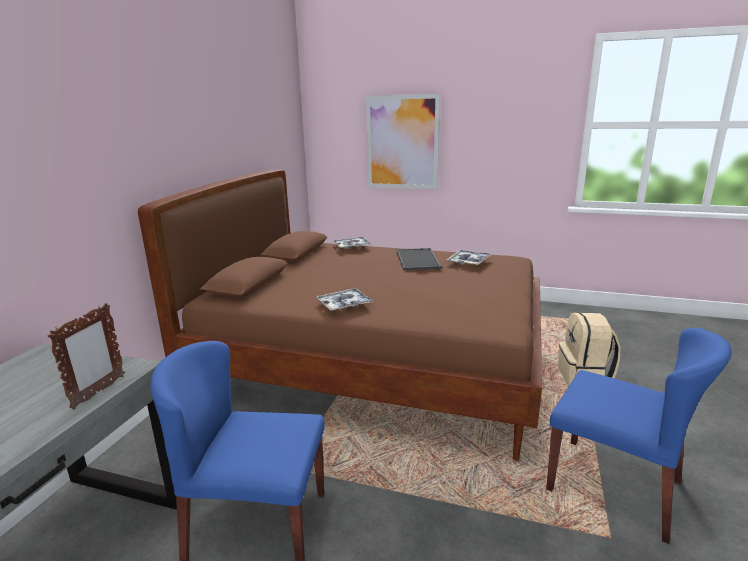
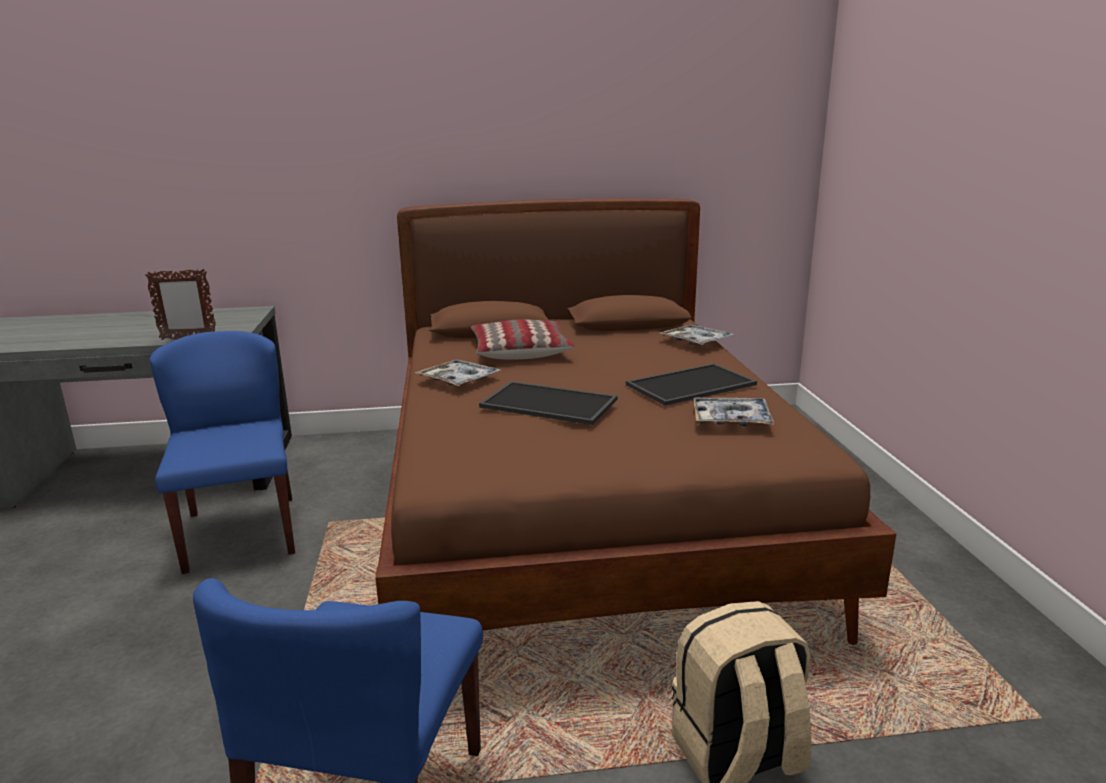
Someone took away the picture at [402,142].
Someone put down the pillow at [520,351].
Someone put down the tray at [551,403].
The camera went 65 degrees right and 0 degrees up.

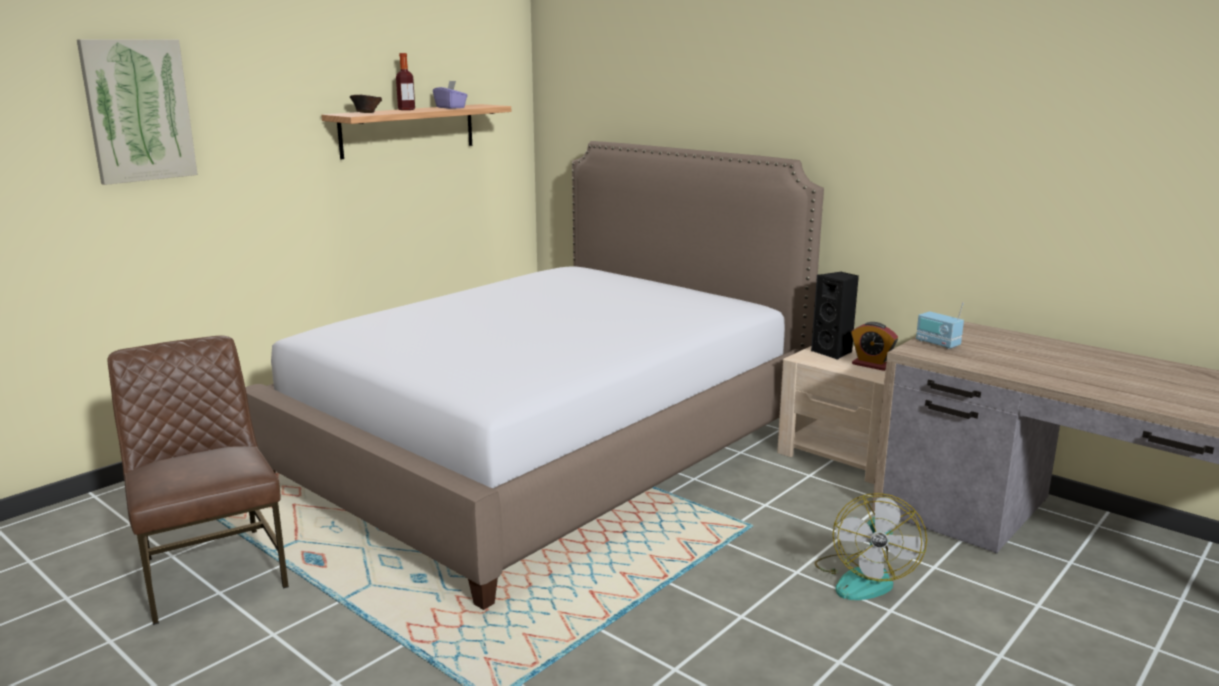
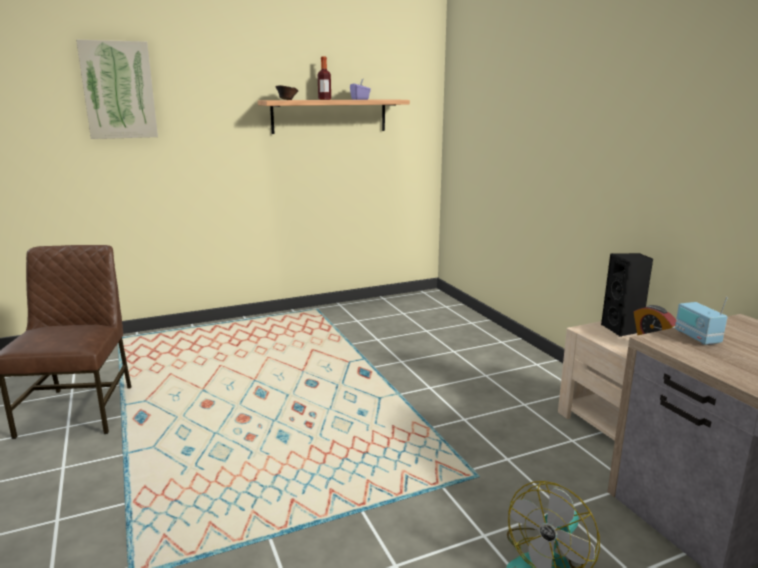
Someone took away the bed at [548,451].
The camera went 25 degrees right and 0 degrees up.

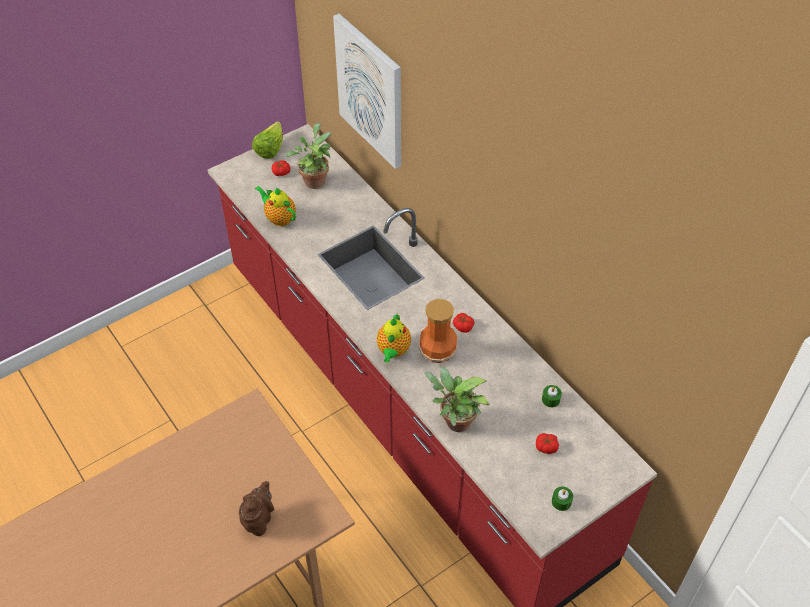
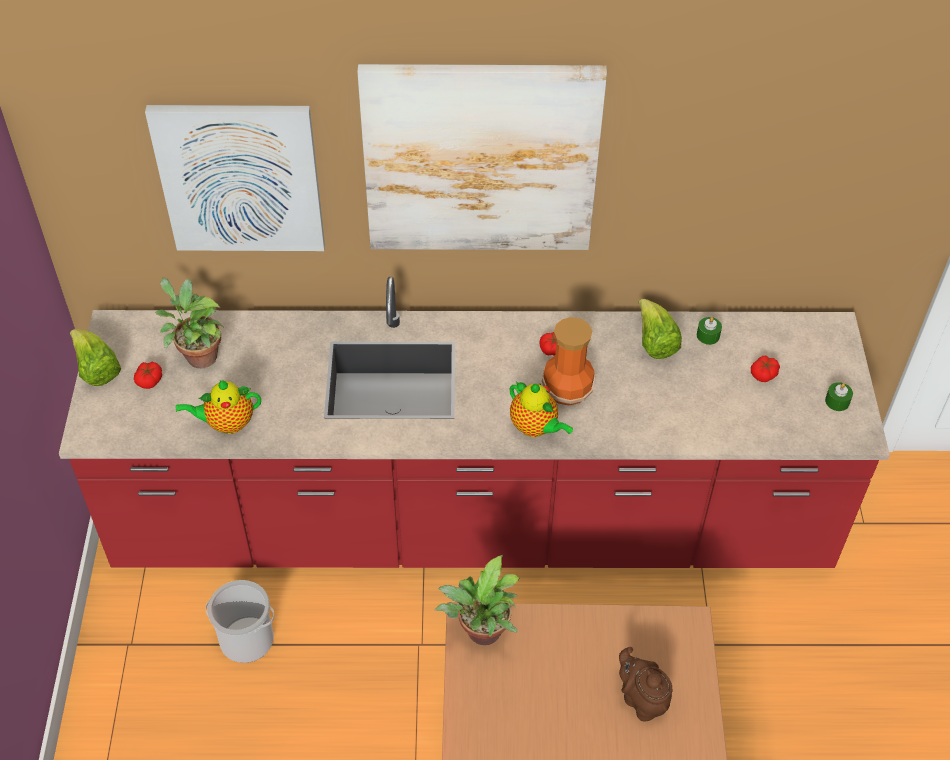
Someone carried the potted plant from [454,422] to [481,634].
Someone put down the bucket at [246,639].
Someone put up the picture at [480,159].
Someone put down the lettuce at [654,342].
The camera went 55 degrees left and 0 degrees up.

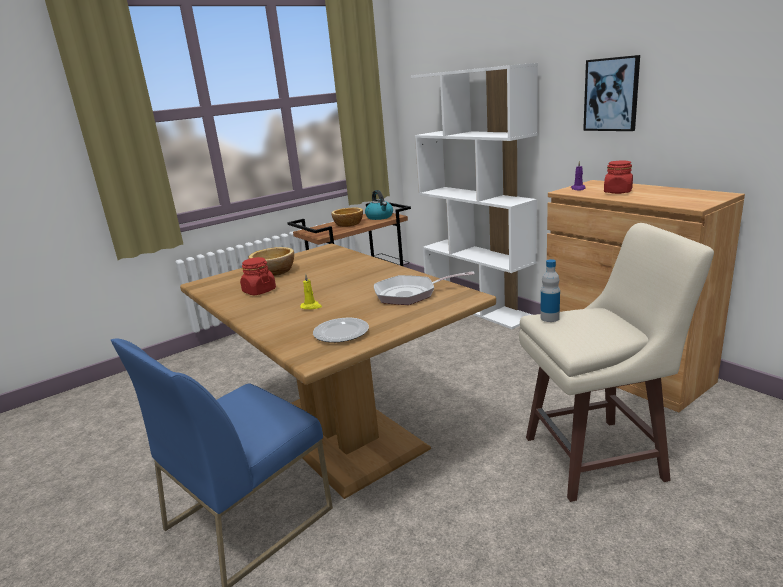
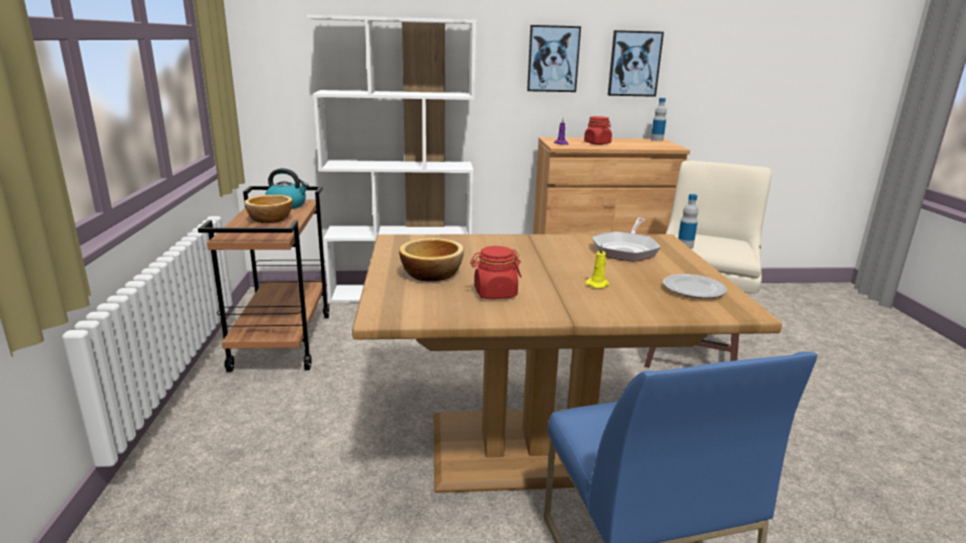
Someone put up the picture at [634,63].
Someone put down the bottle at [657,140].
The camera went 60 degrees left and 0 degrees up.

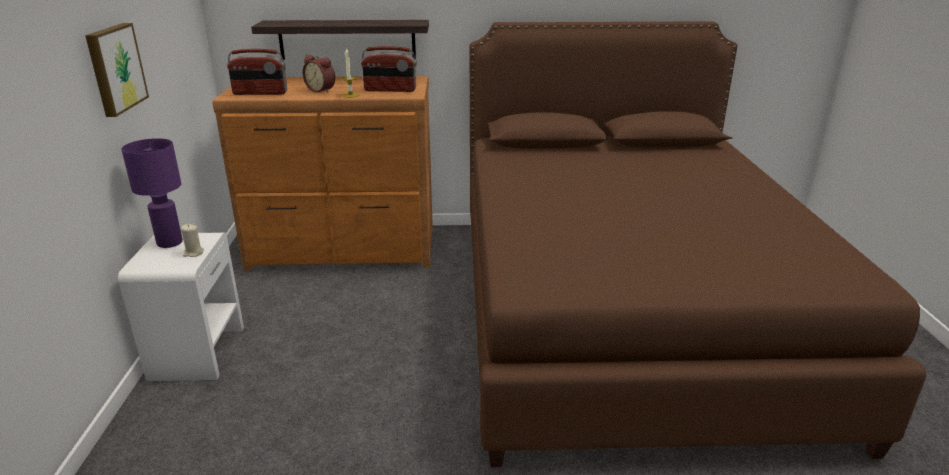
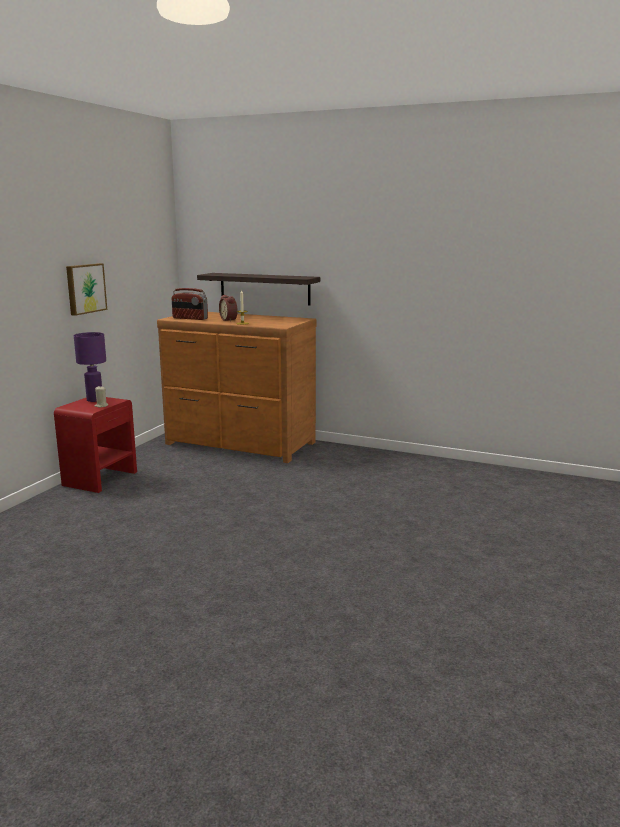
Someone repainted the nightstand/white at [198,351], which became the nightstand/red at [100,478].
Someone took away the radio at [390,90].
Someone took away the bed/brown at [623,312].
The camera went 25 degrees right and 10 degrees down.

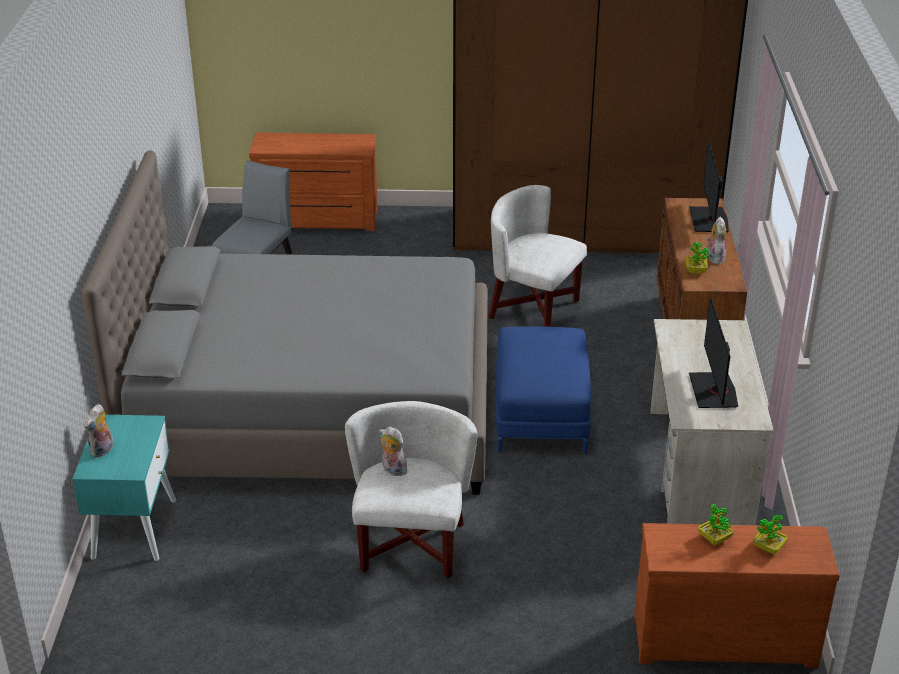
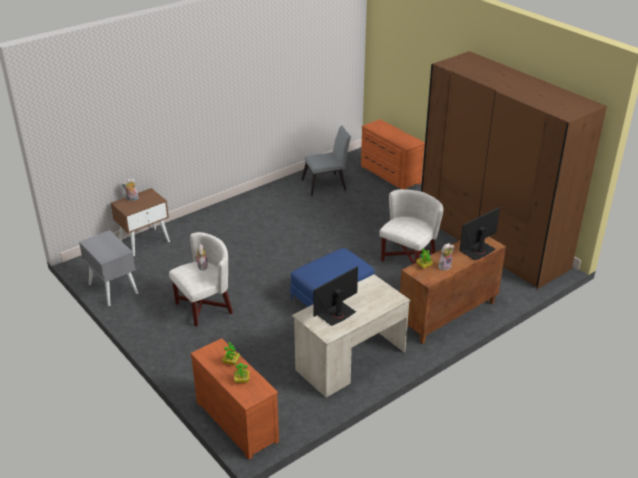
Someone repainted the nightstand/turquoise at [134,528], which became the nightstand/brown at [144,241].
Someone took away the bed/grey at [312,408].
Someone rotated the armchair/white at [533,308] by 45 degrees clockwise.
Someone put down the nightstand/grey at [113,288].
The camera went 50 degrees right and 0 degrees up.

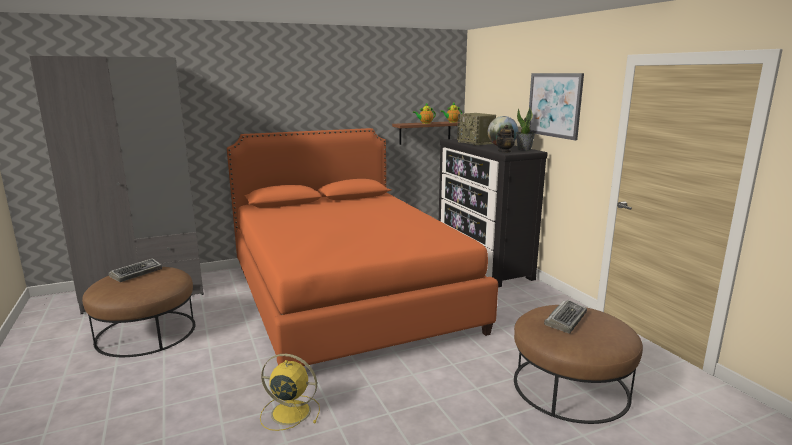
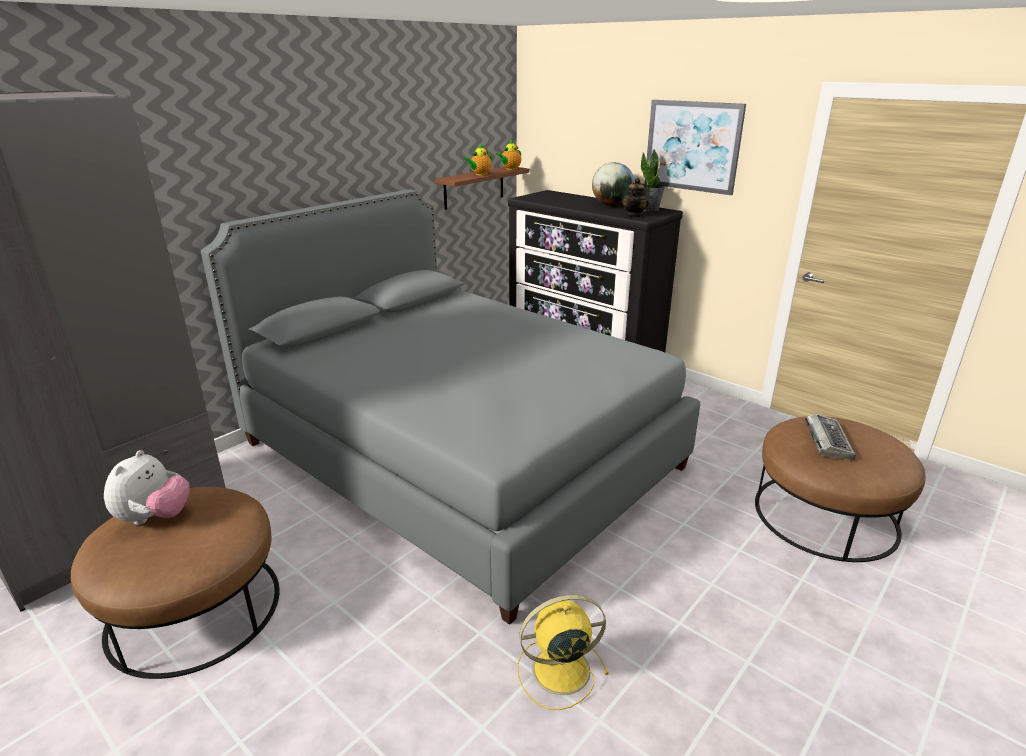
Someone swapped the keyboard at [137,273] for the plush toy at [155,517].
Someone repainted the bed/orange at [347,296], which became the bed/grey at [459,455].
Someone took away the radio at [476,143].
The camera went 25 degrees left and 10 degrees up.

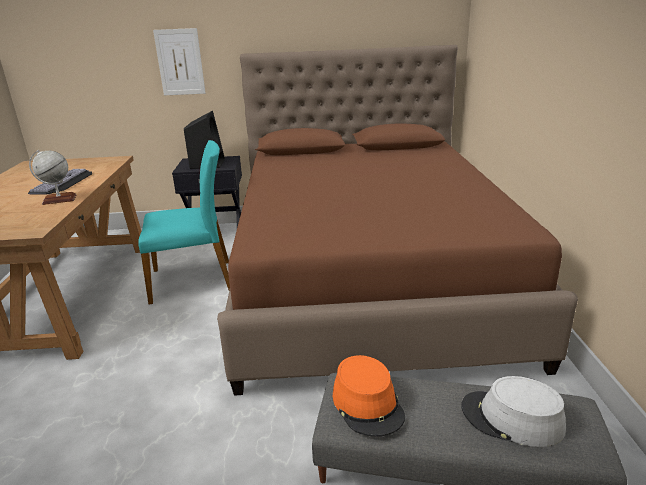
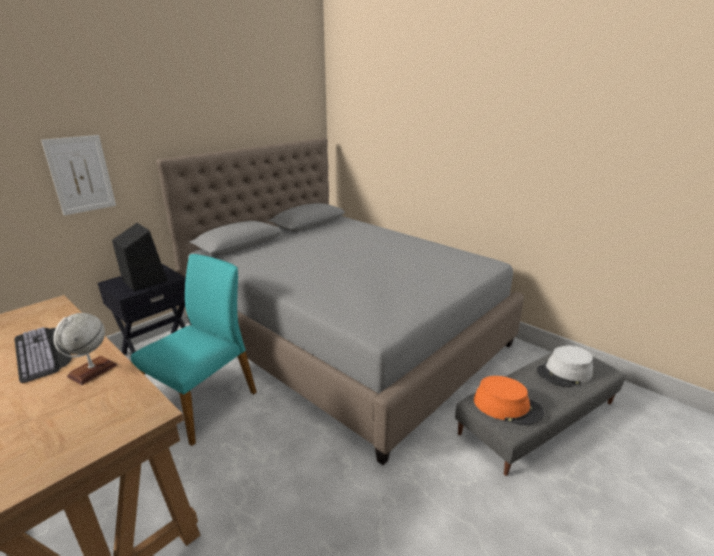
Someone repainted the bed/brown at [368,278], which became the bed/grey at [345,335].
The camera went 45 degrees left and 0 degrees up.

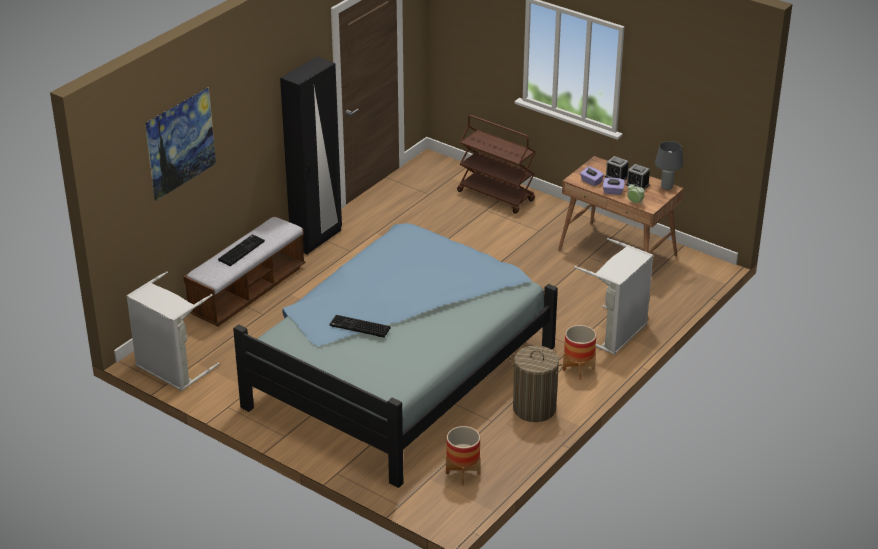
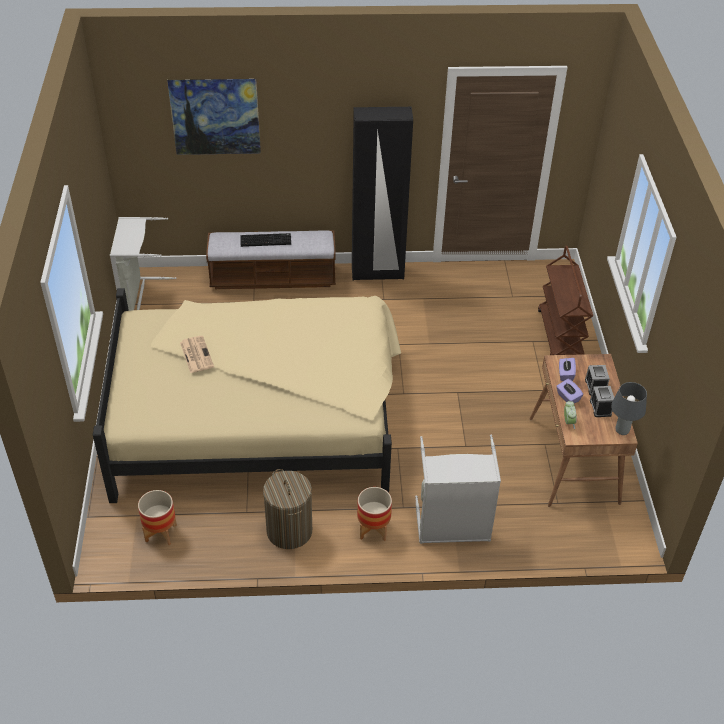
Someone repainted the bed/blue at [398,369], which became the bed/beige at [260,415].
Someone swapped the keyboard at [359,327] for the newspaper at [196,354].
The camera went 50 degrees right and 10 degrees up.

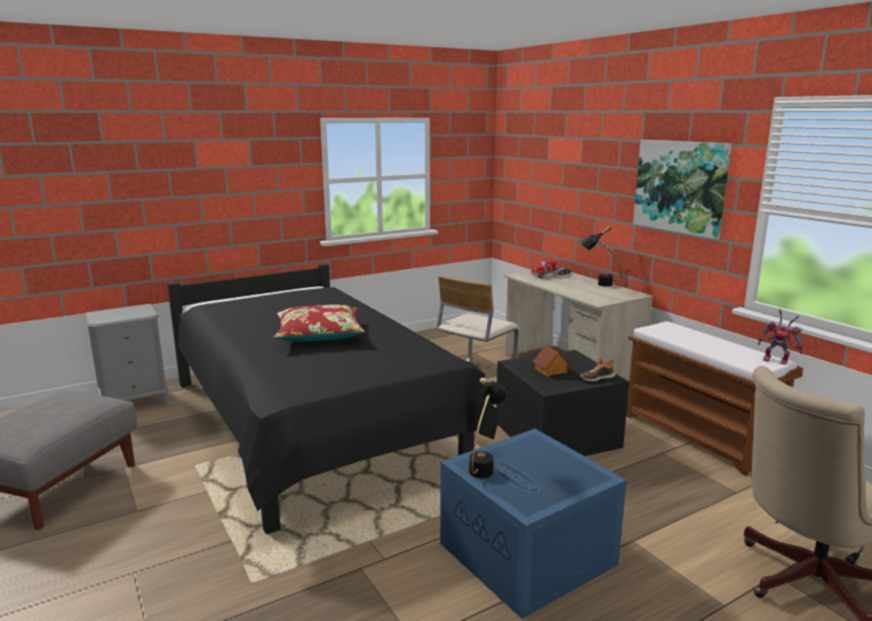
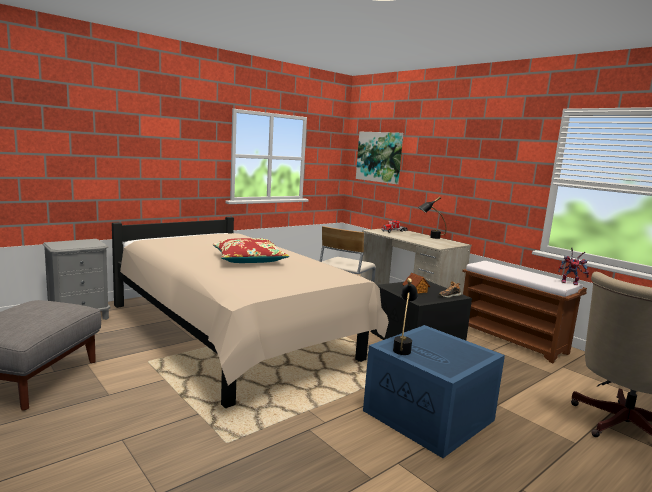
Someone repainted the bed/black at [312,426], which became the bed/beige at [233,334].
Someone carried the picture from [680,186] to [379,157].
The camera went 10 degrees left and 5 degrees down.

